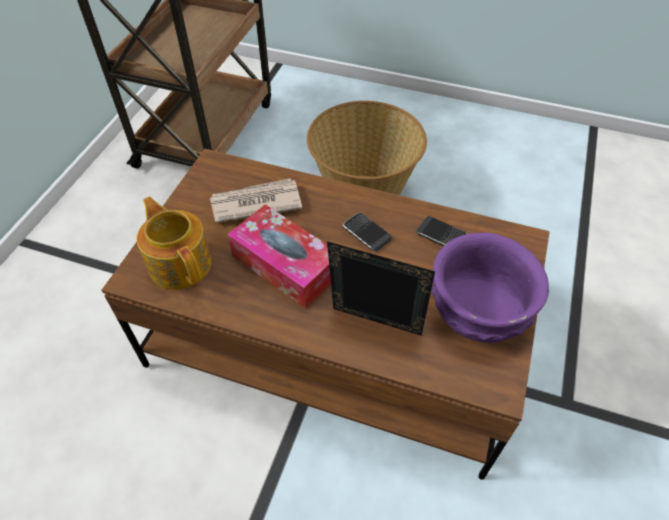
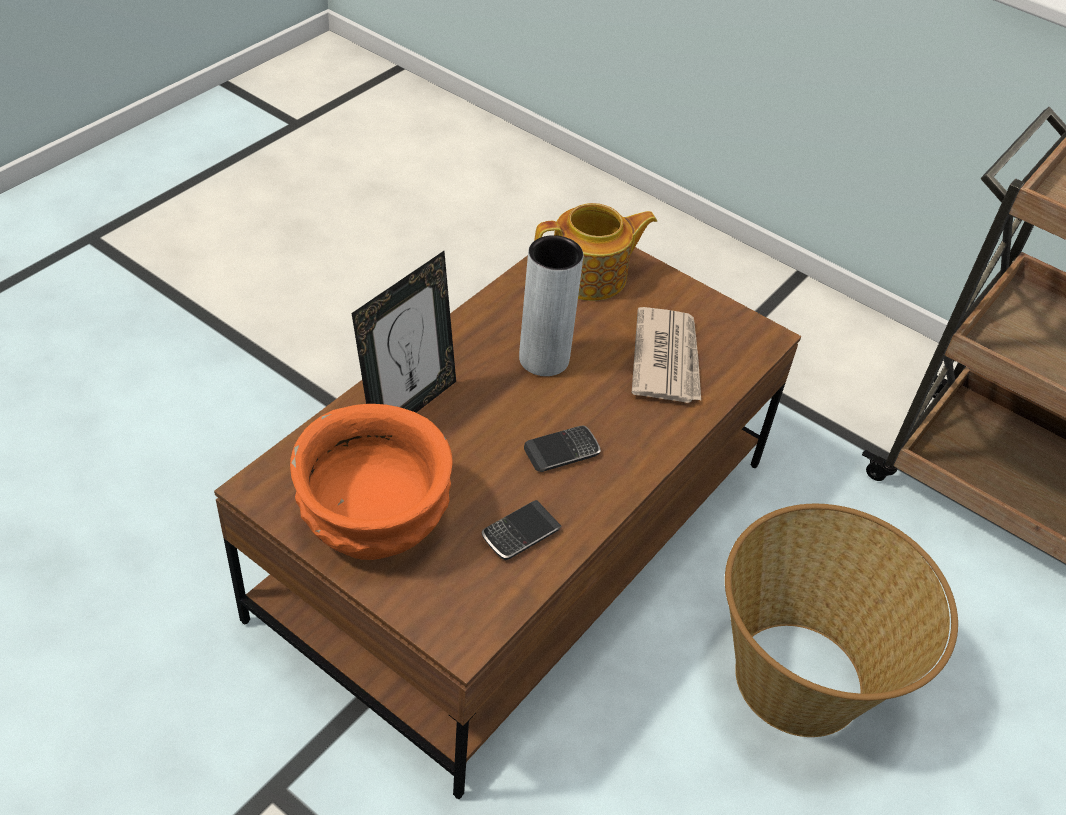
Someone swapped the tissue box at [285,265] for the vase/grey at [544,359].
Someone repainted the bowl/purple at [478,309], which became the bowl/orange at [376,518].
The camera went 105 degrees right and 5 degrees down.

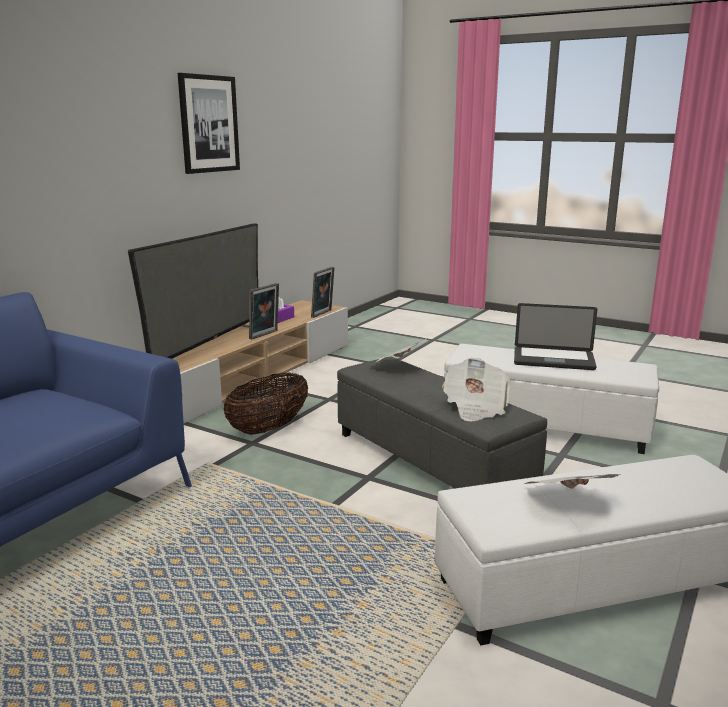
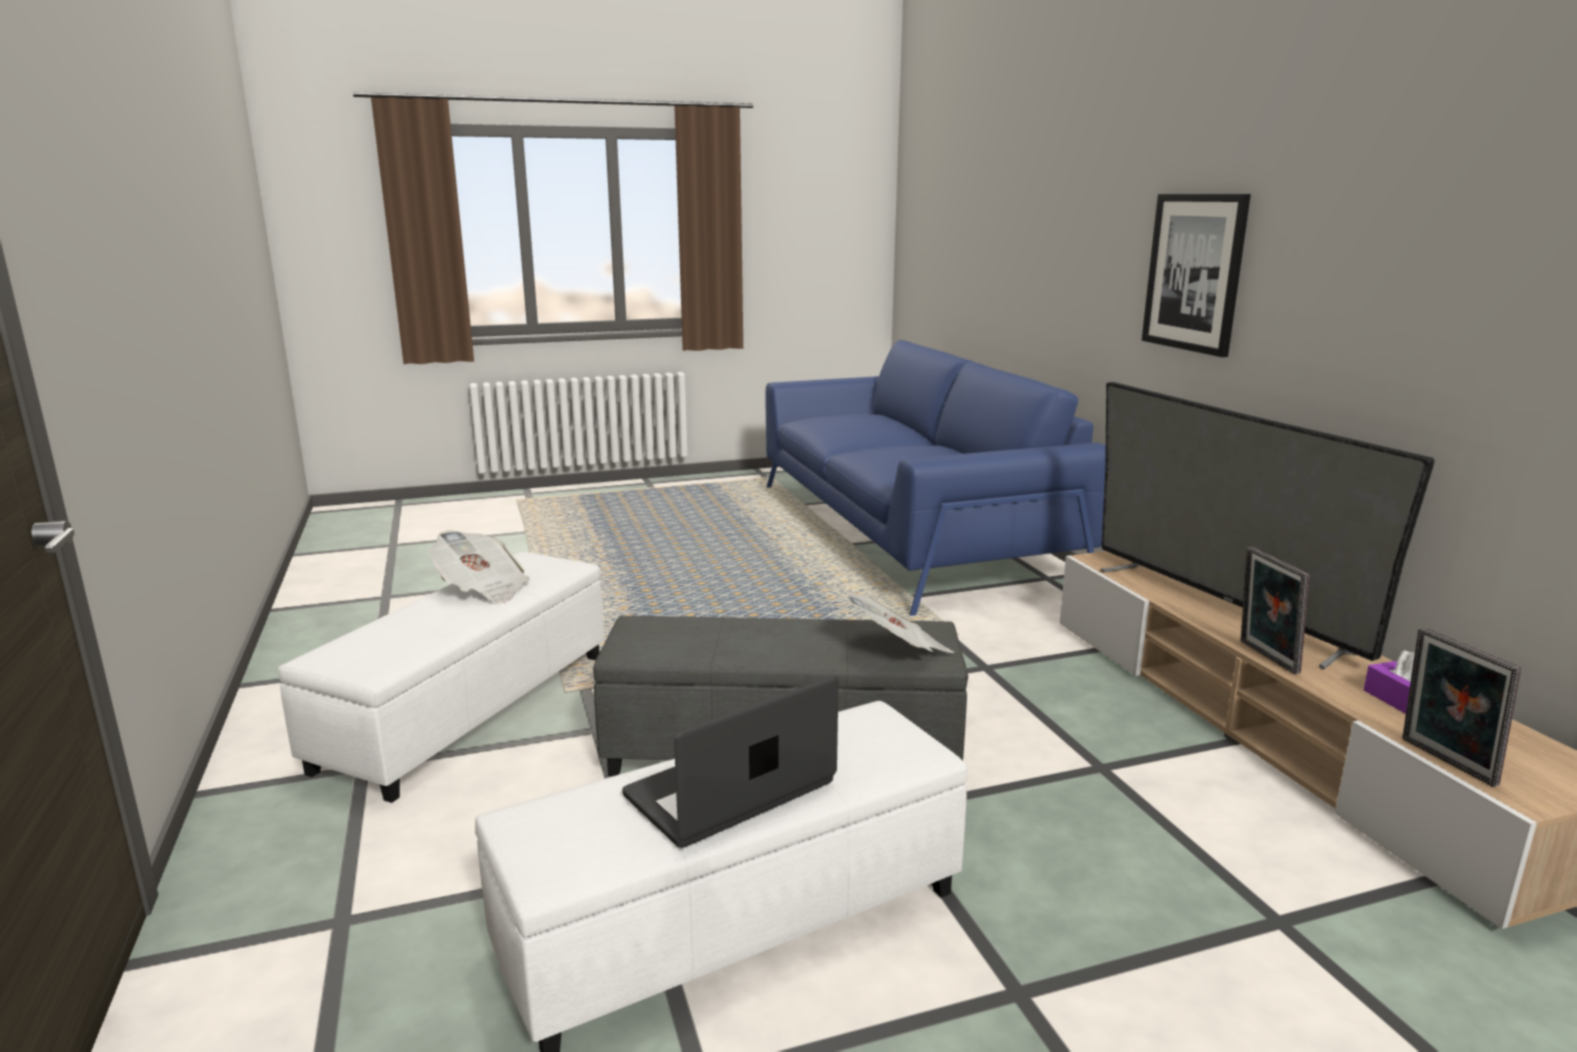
Someone carried the picture from [209,124] to [1194,272].
Someone took away the basket at [269,428].
Someone took away the newspaper at [475,407].
The camera went 130 degrees right and 0 degrees up.

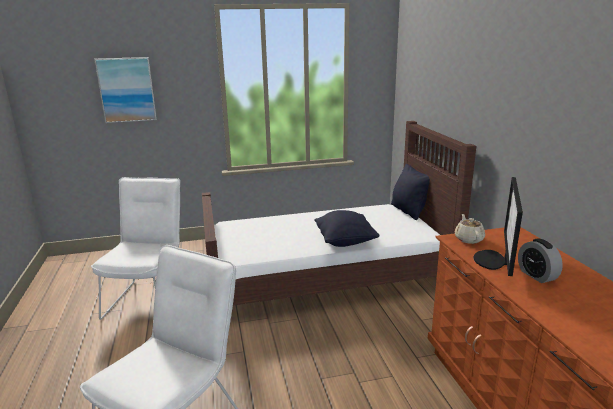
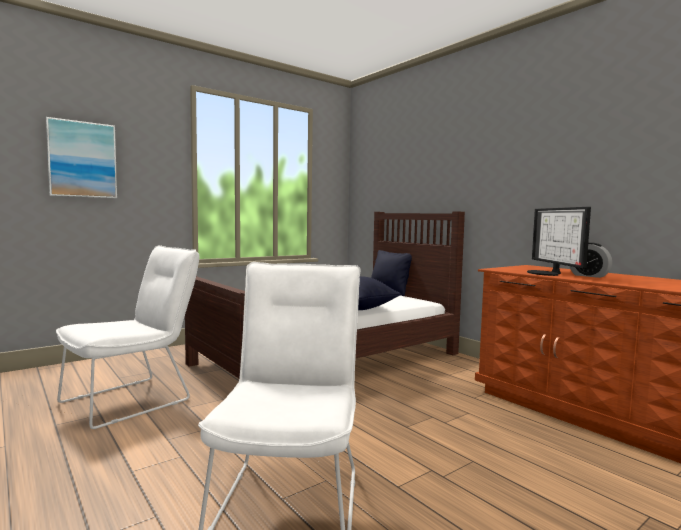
Someone rotated the chair/white at [150,297] by 60 degrees clockwise.
Someone took away the teapot/beige at [468,239].
The camera went 25 degrees left and 15 degrees down.

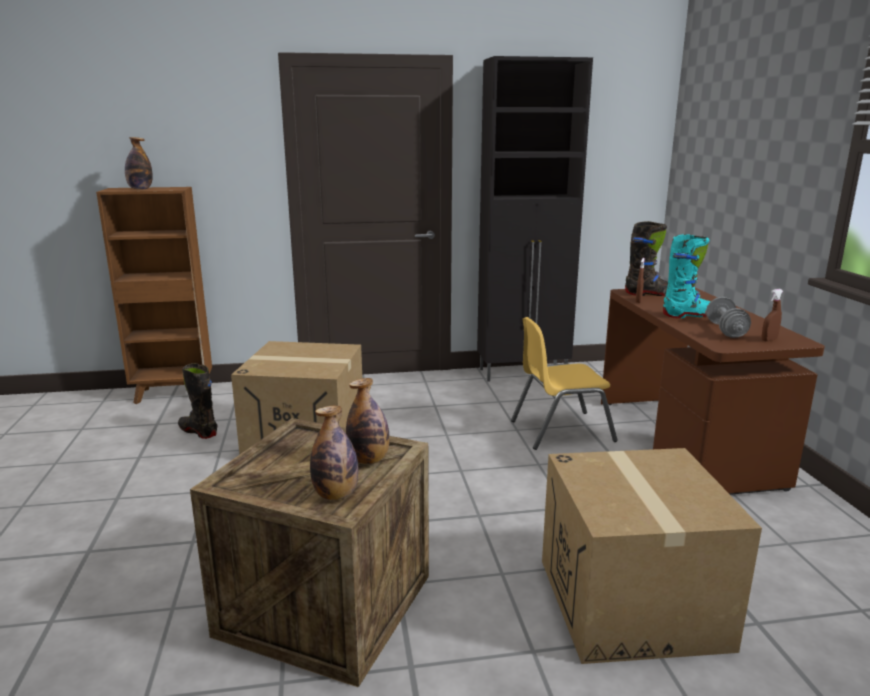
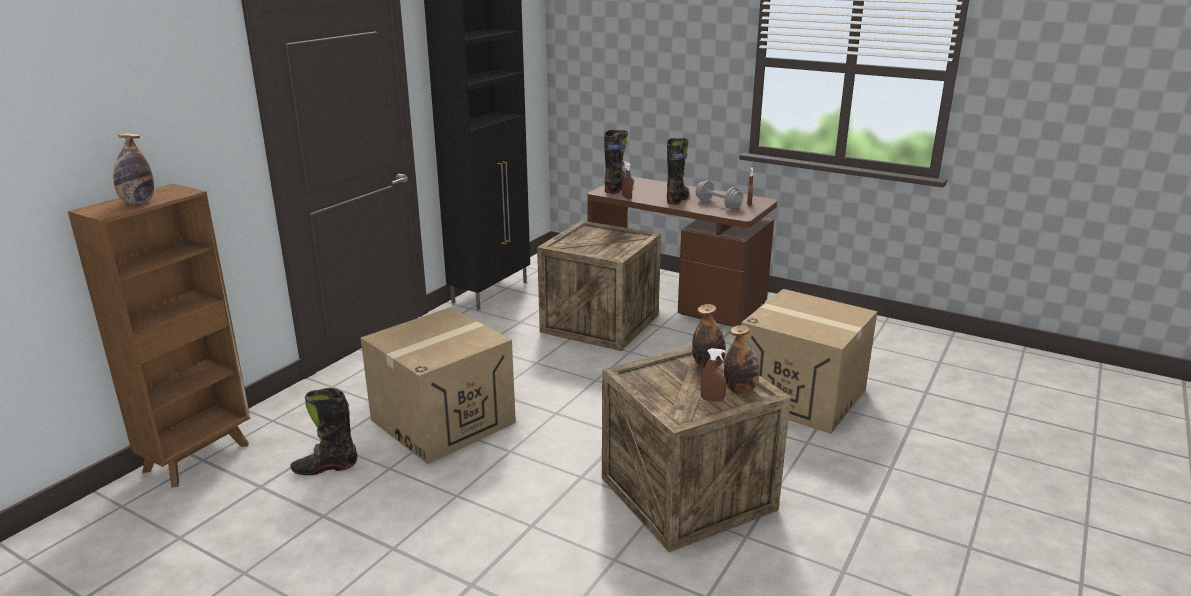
Someone swapped the chair/yellow at [561,430] for the crate at [600,323].
Someone repainted the boot/turquoise at [689,315], which became the boot/black at [677,200].
Someone put down the spray bottle/brown at [712,399].
The camera went 50 degrees left and 5 degrees up.

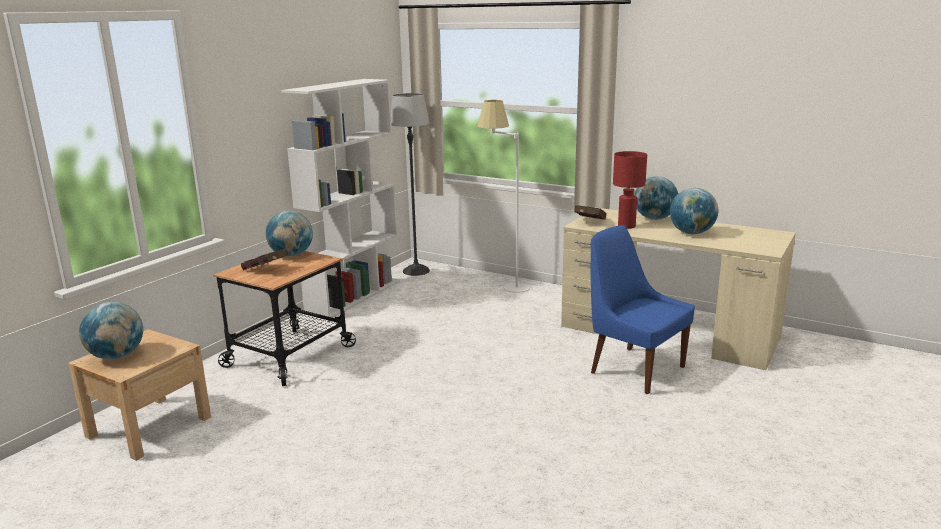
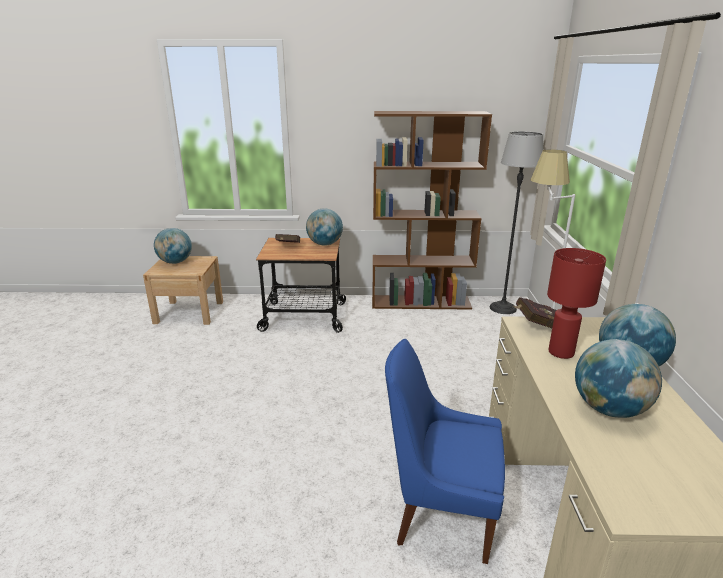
Someone repainted the bookcase/white at [354,296], which became the bookcase/brown at [421,302].
Someone rotated the chair/blue at [634,368] by 90 degrees counterclockwise.
The camera went 60 degrees right and 5 degrees up.

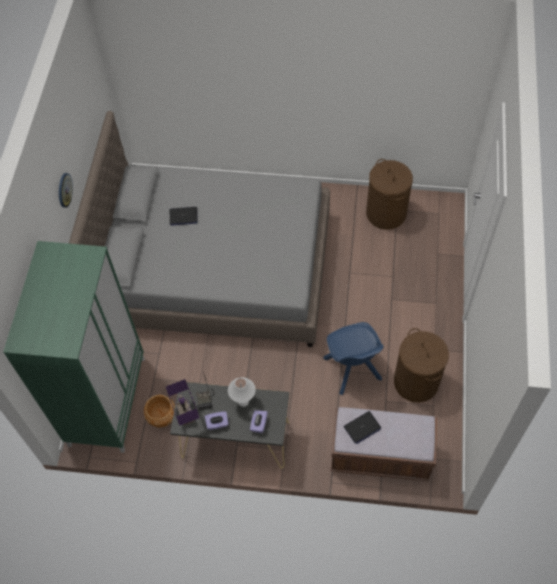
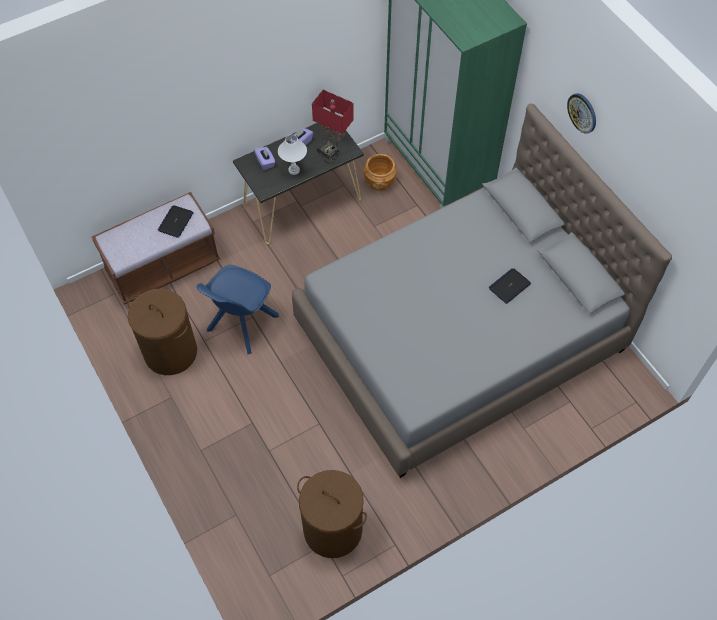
Someone repainted the table lamp/purple at [185,415], which became the table lamp/red at [334,133].
Someone rotated the chair/blue at [352,370] by 90 degrees counterclockwise.
The camera went 140 degrees right and 0 degrees up.

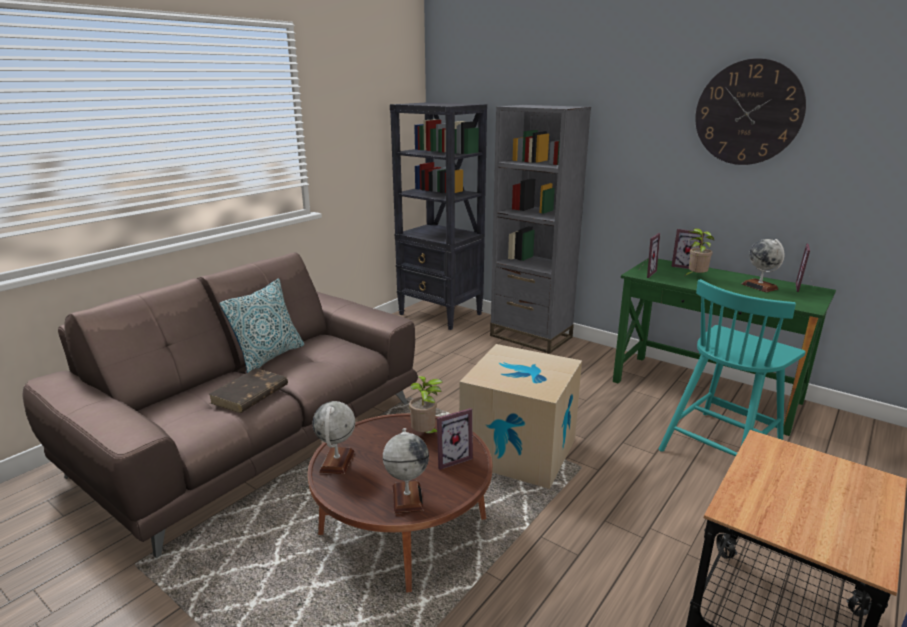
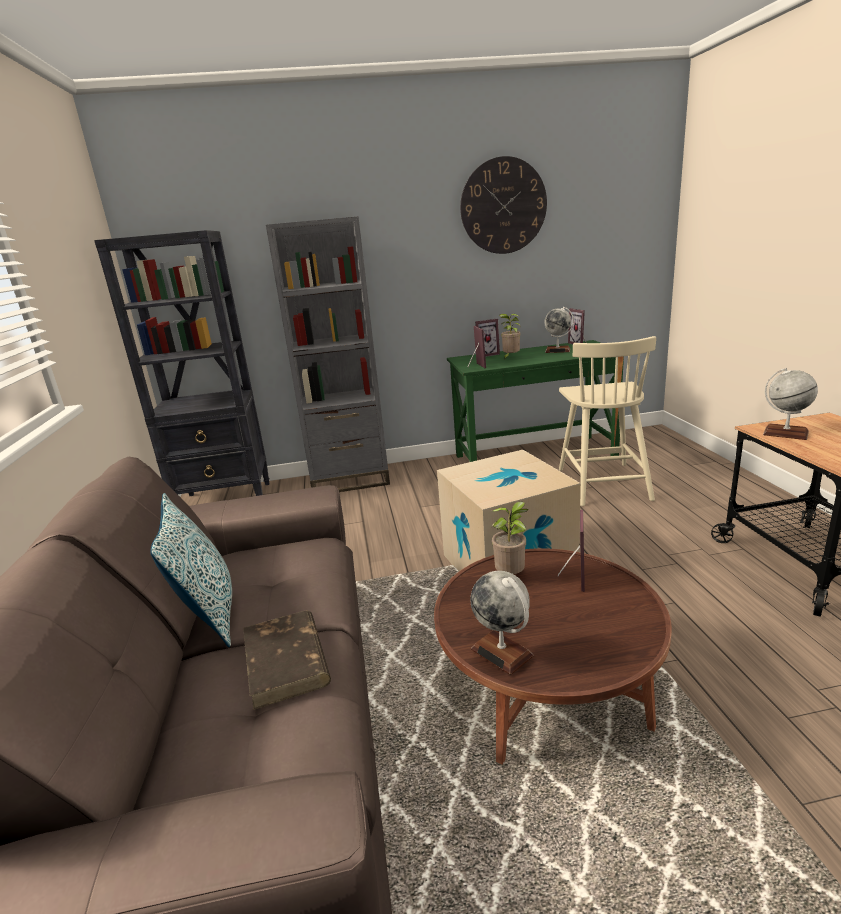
Someone carried the globe from [407,497] to [785,433].
Someone repainted the chair/turquoise at [721,446], which became the chair/beige at [603,483].
The camera went 45 degrees left and 0 degrees up.

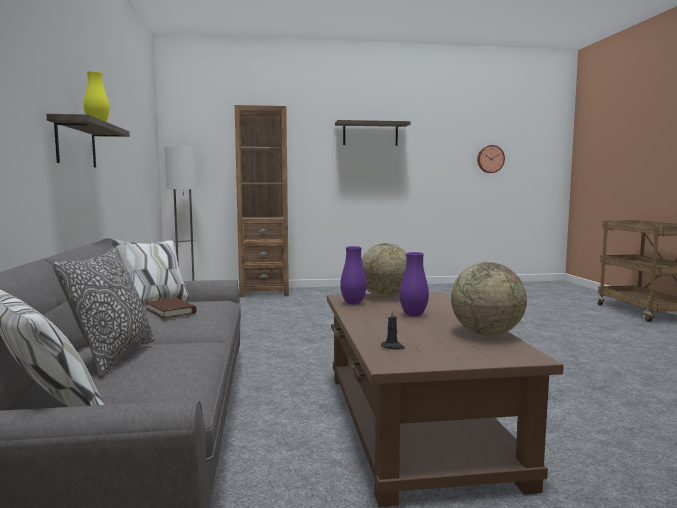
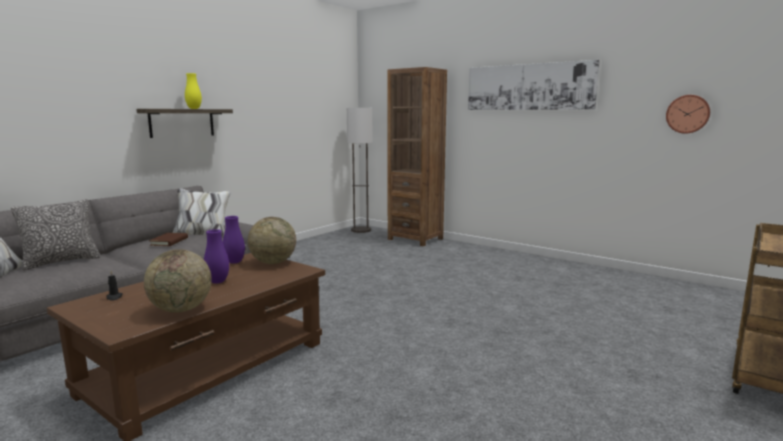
Someone swapped the shelf at [370,134] for the picture at [528,87].
The camera went 45 degrees right and 5 degrees up.

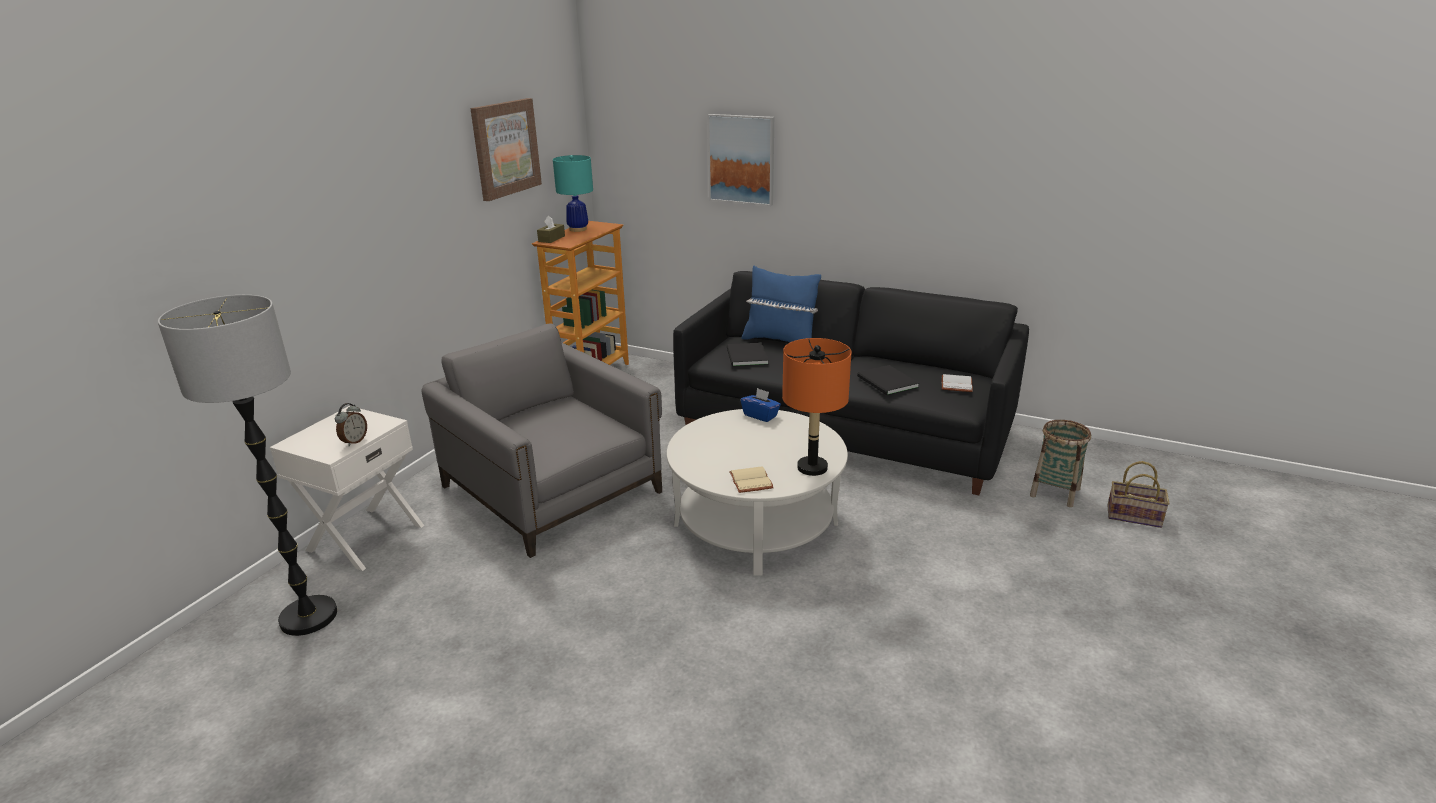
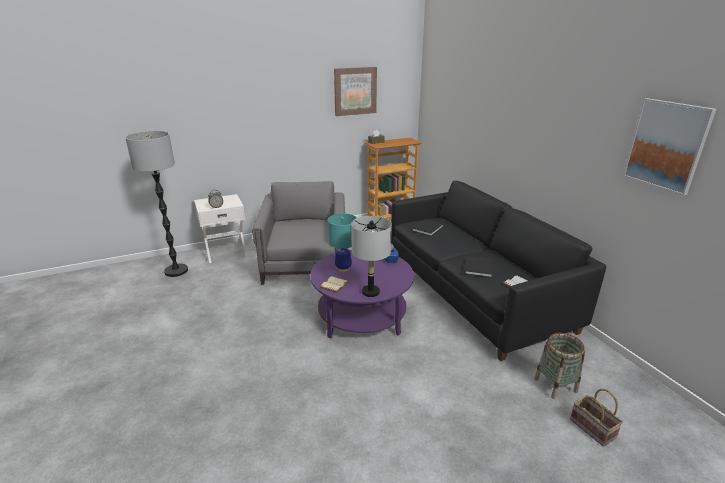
Someone carried the table lamp/turquoise from [578,229] to [343,268].
Someone repainted the coffee table/white at [756,523], which became the coffee table/purple at [362,315].
Someone carried the picture from [741,159] to [667,145].
Someone took away the pillow/blue at [780,341].
Someone repainted the table lamp/orange at [812,468], which became the table lamp/grey at [370,292].
The camera went 40 degrees right and 0 degrees up.

